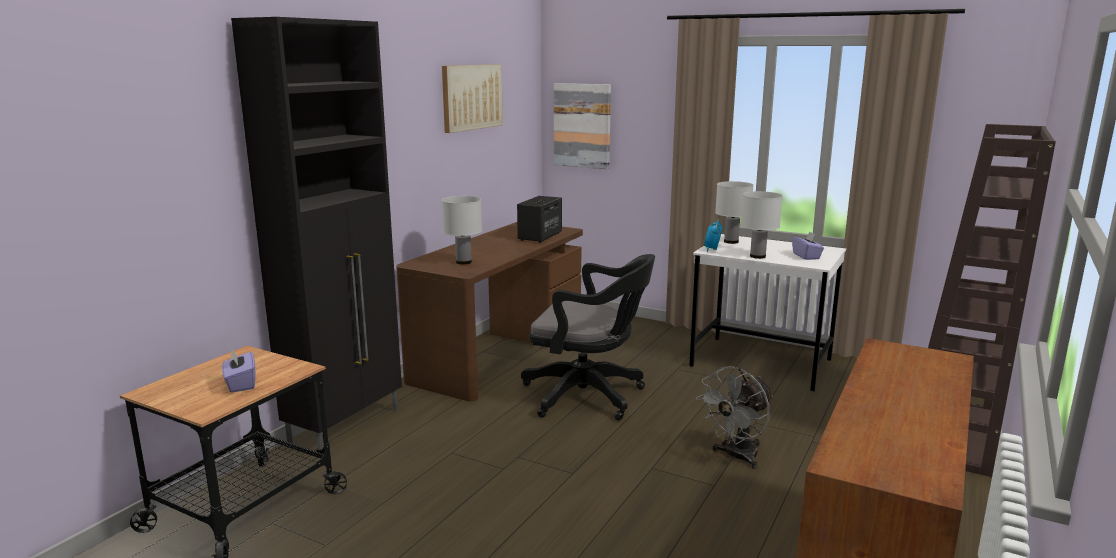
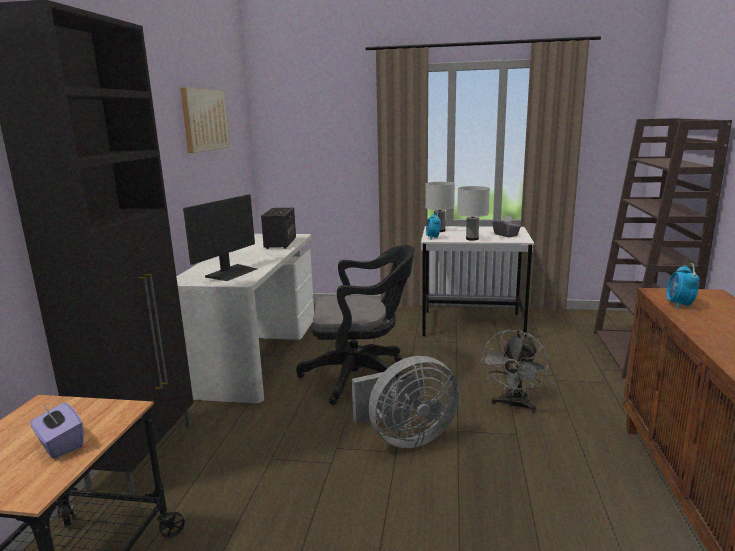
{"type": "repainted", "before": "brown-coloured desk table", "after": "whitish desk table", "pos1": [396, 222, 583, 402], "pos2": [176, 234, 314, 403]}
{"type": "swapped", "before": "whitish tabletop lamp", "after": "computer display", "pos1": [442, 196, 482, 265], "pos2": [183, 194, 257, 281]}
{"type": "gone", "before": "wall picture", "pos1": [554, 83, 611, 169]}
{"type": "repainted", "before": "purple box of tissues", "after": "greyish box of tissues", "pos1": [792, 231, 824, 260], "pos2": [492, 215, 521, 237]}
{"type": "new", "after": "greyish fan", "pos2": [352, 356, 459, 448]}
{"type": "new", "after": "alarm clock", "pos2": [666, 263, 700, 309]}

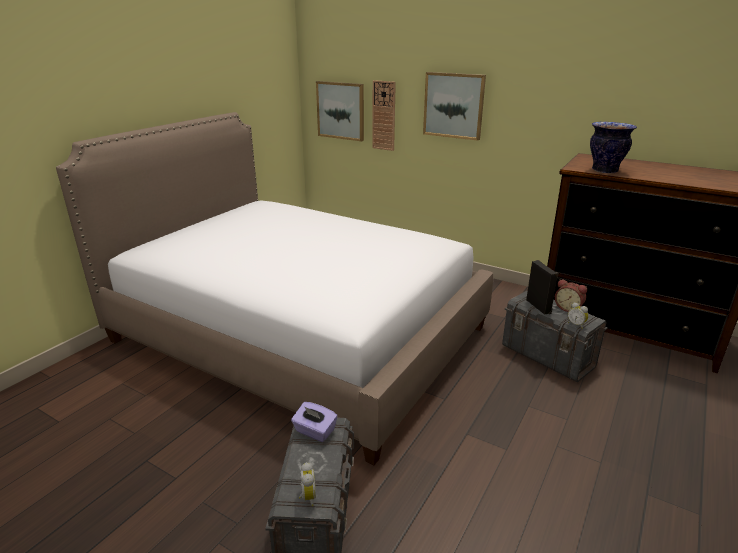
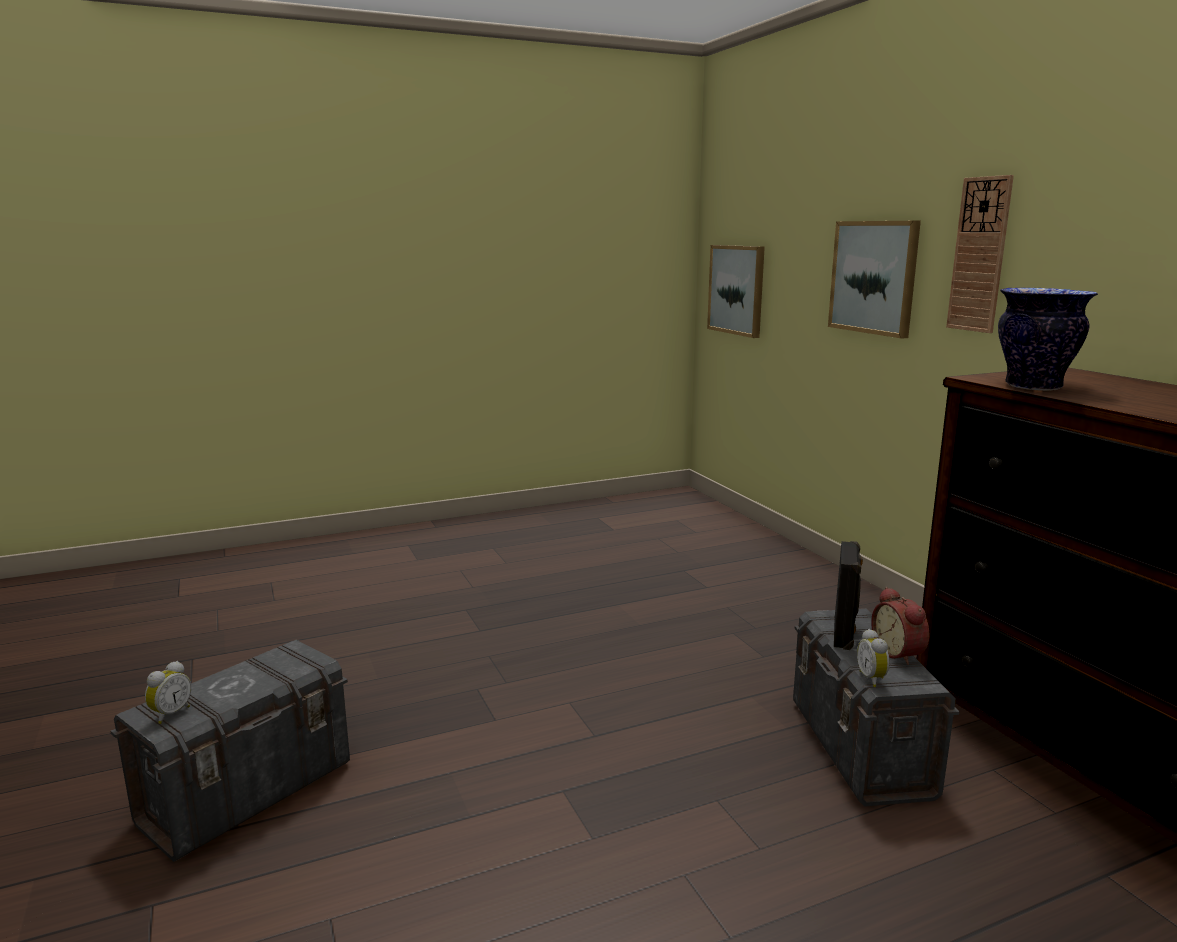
{"type": "gone", "before": "bedroom bed", "pos1": [56, 112, 493, 465]}
{"type": "gone", "before": "purple box of tissues", "pos1": [291, 402, 338, 442]}
{"type": "shifted", "before": "hanging clock", "pos1": [372, 80, 396, 151], "pos2": [946, 175, 1014, 333]}

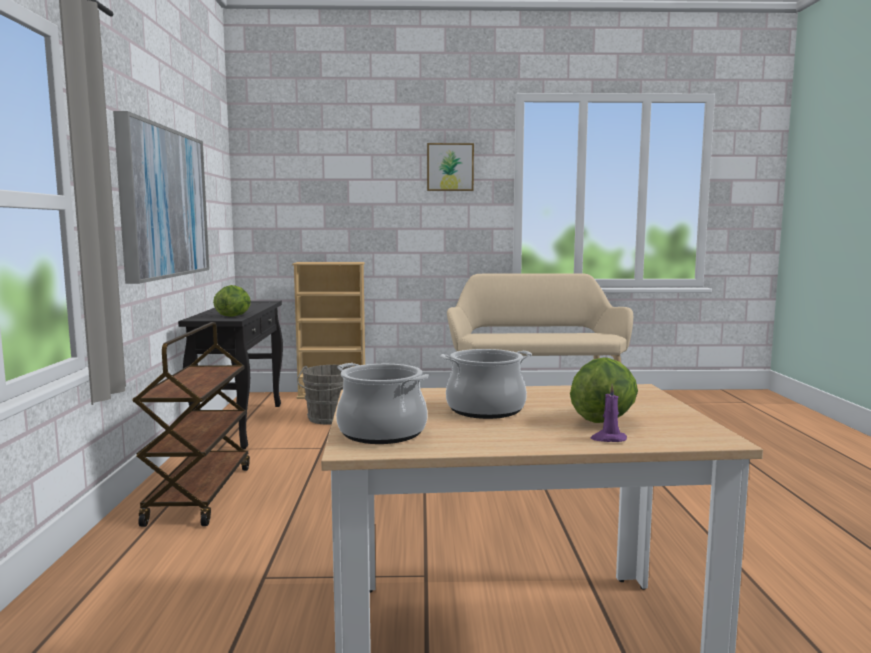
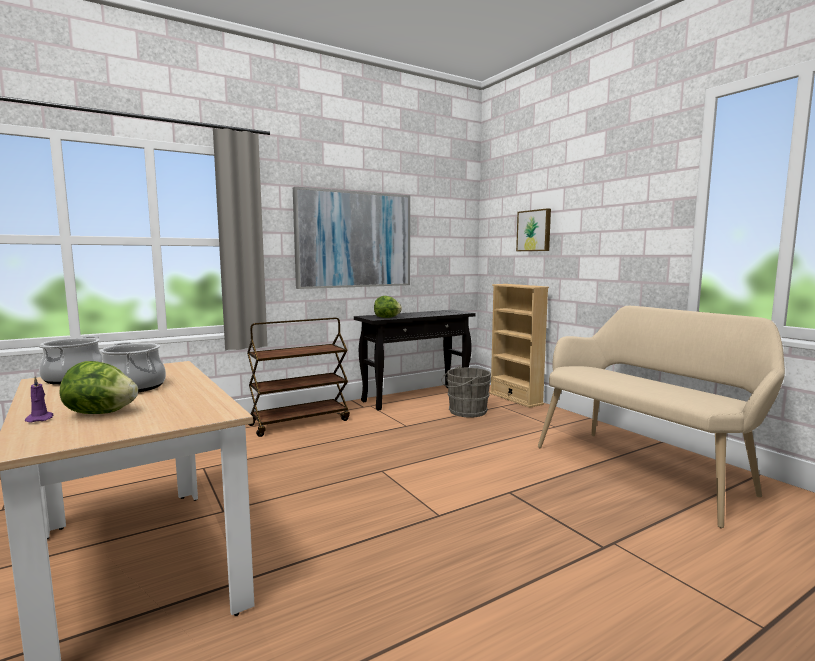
{"type": "shifted", "before": "wall picture", "pos1": [427, 143, 474, 191], "pos2": [516, 208, 551, 251]}

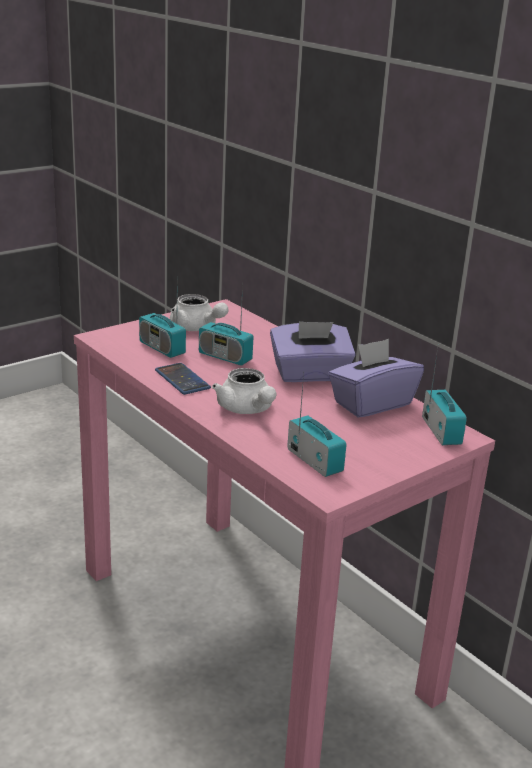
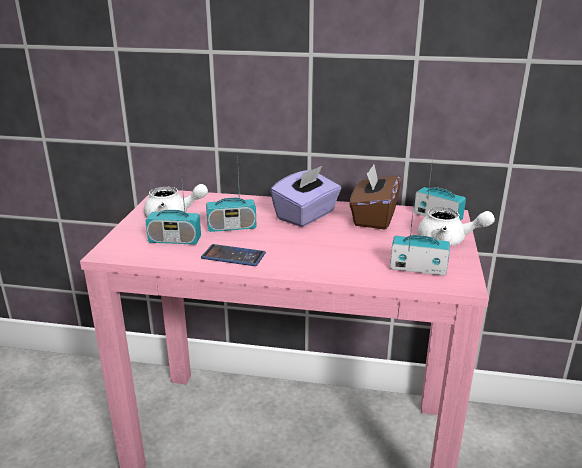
{"type": "shifted", "before": "whitish pot for tea", "pos1": [212, 368, 276, 414], "pos2": [417, 207, 495, 246]}
{"type": "repainted", "before": "purple box of tissues", "after": "brown-coloured box of tissues", "pos1": [328, 339, 424, 418], "pos2": [349, 164, 401, 229]}

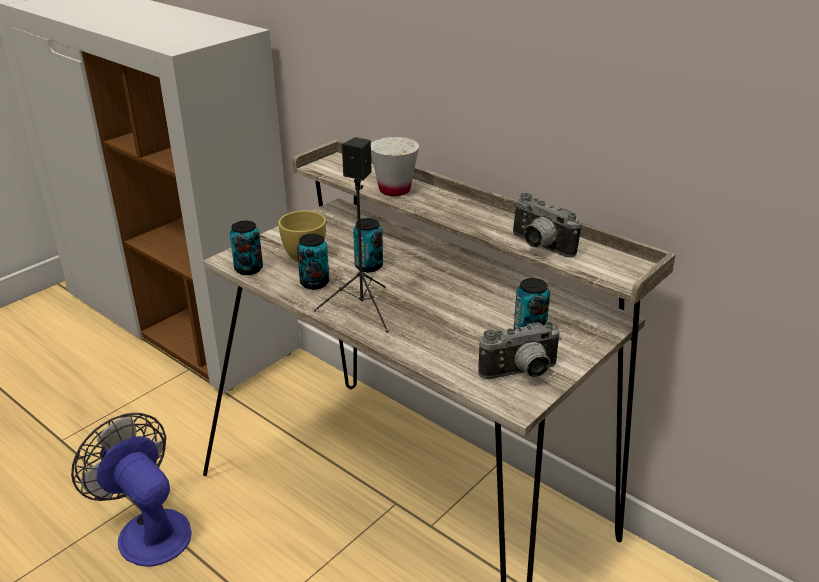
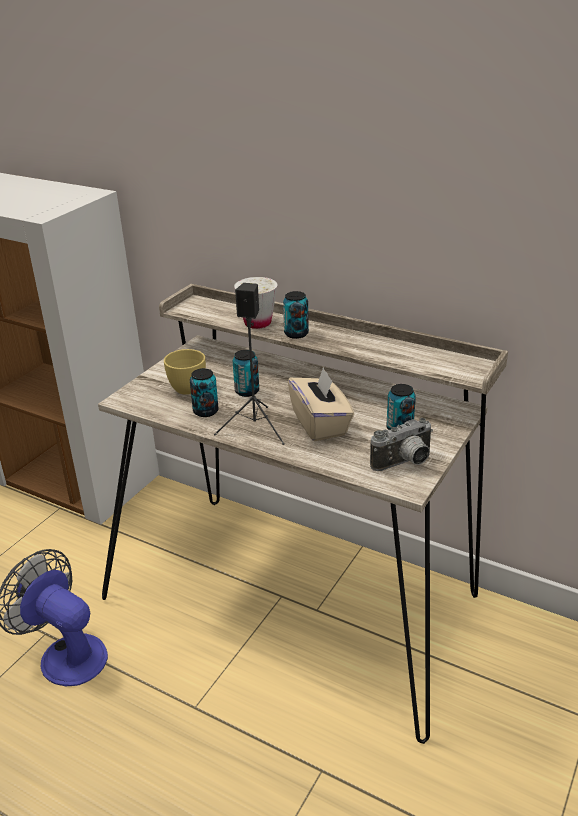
{"type": "shifted", "before": "sealed can", "pos1": [230, 221, 263, 275], "pos2": [283, 291, 309, 339]}
{"type": "gone", "before": "still camera", "pos1": [513, 193, 582, 257]}
{"type": "new", "after": "sand-coloured box of tissues", "pos2": [288, 367, 354, 441]}

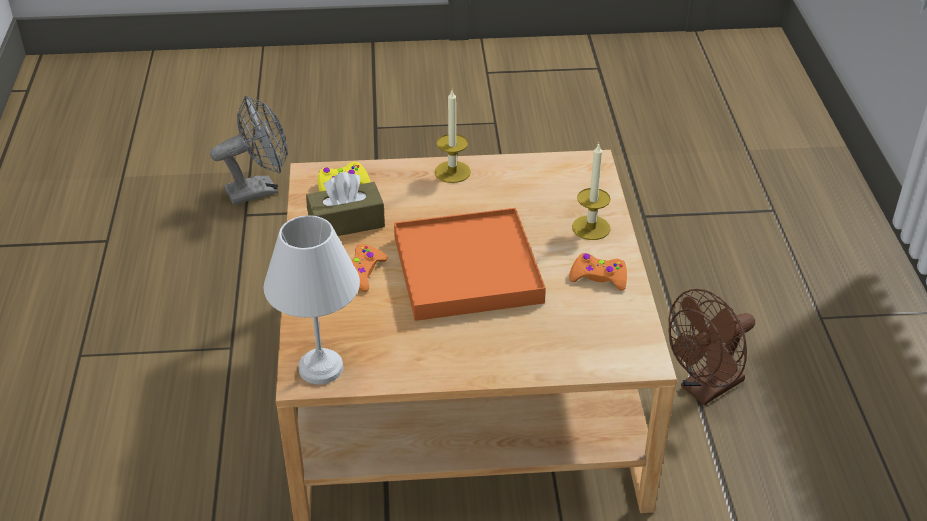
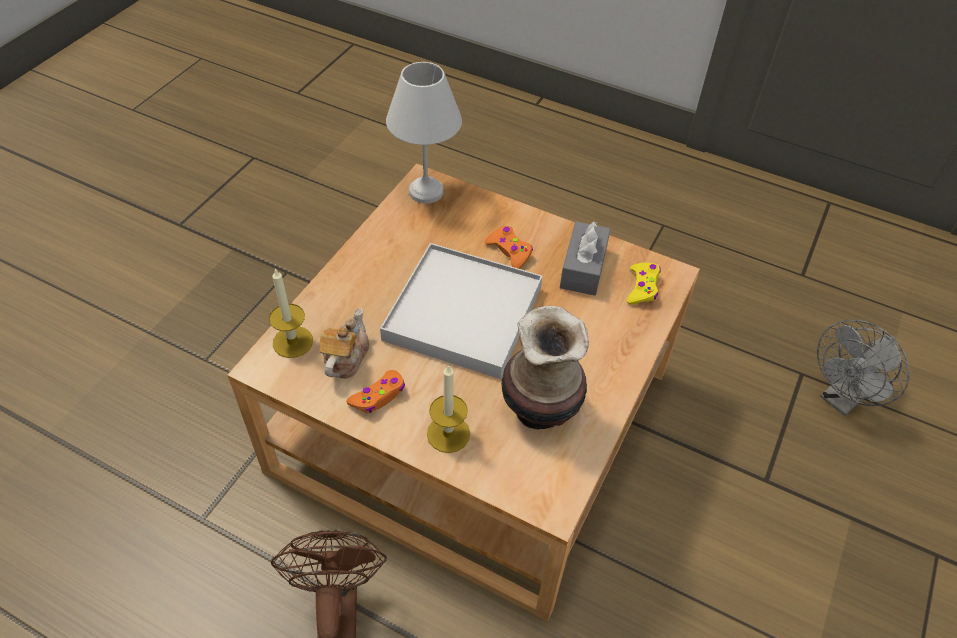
{"type": "rotated", "before": "greyish fan", "pos1": [210, 96, 288, 205], "pos2": [817, 319, 910, 416], "turn": 45}
{"type": "repainted", "before": "brown-coloured box of tissues", "after": "greyish box of tissues", "pos1": [306, 172, 385, 236], "pos2": [560, 221, 611, 296]}
{"type": "repainted", "before": "orange tray", "after": "whitish tray", "pos1": [394, 208, 546, 321], "pos2": [380, 243, 542, 379]}
{"type": "shifted", "before": "wax light", "pos1": [434, 90, 471, 183], "pos2": [269, 268, 313, 358]}
{"type": "new", "after": "pot for tea", "pos2": [320, 308, 369, 379]}
{"type": "new", "after": "vase", "pos2": [501, 306, 589, 430]}

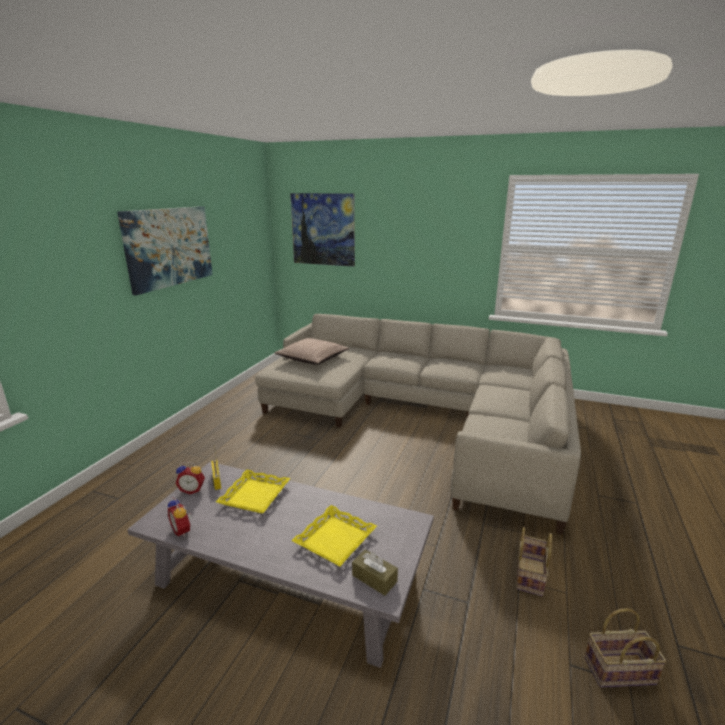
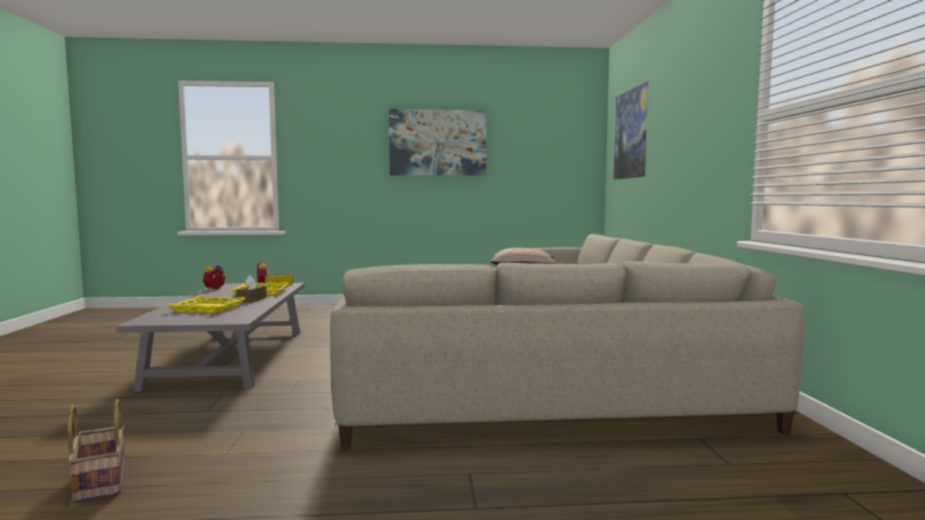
{"type": "shifted", "before": "brown-coloured box of tissues", "pos1": [352, 550, 398, 596], "pos2": [236, 276, 267, 303]}
{"type": "gone", "before": "basket", "pos1": [516, 527, 552, 597]}

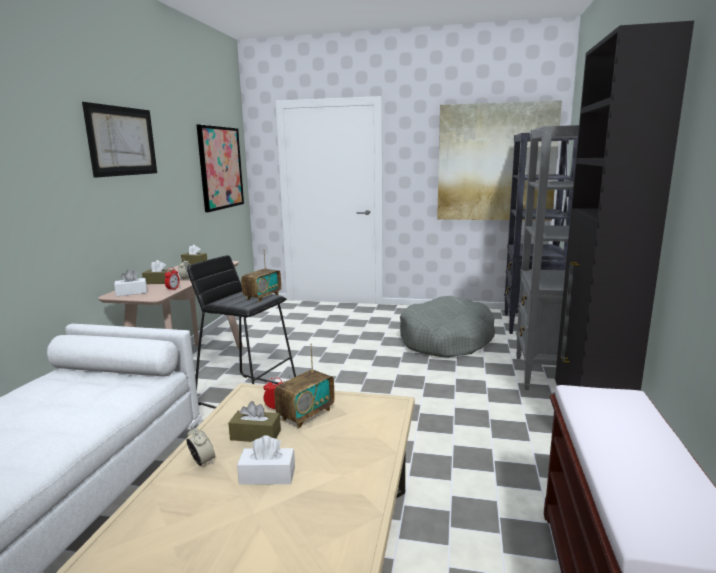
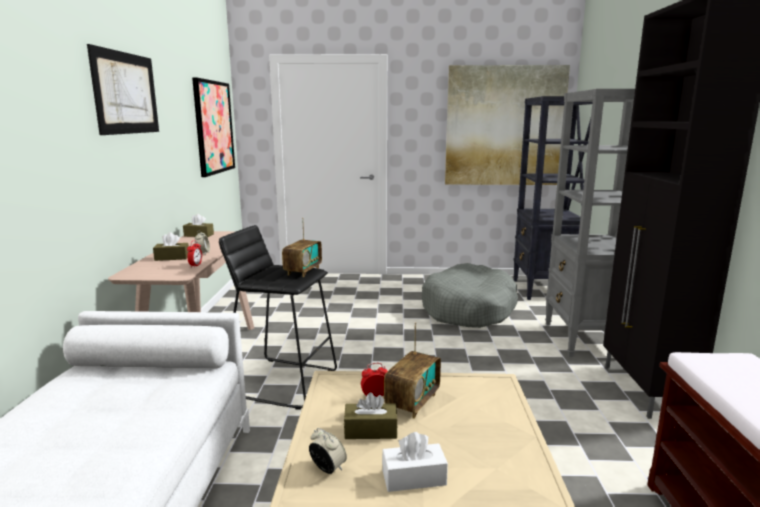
{"type": "gone", "before": "whitish box of tissues", "pos1": [114, 270, 147, 297]}

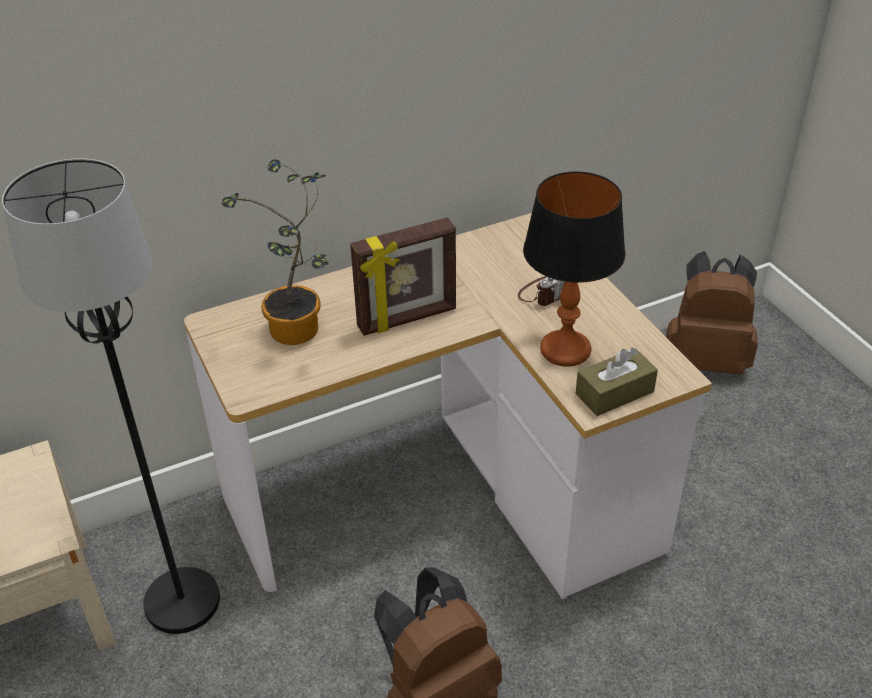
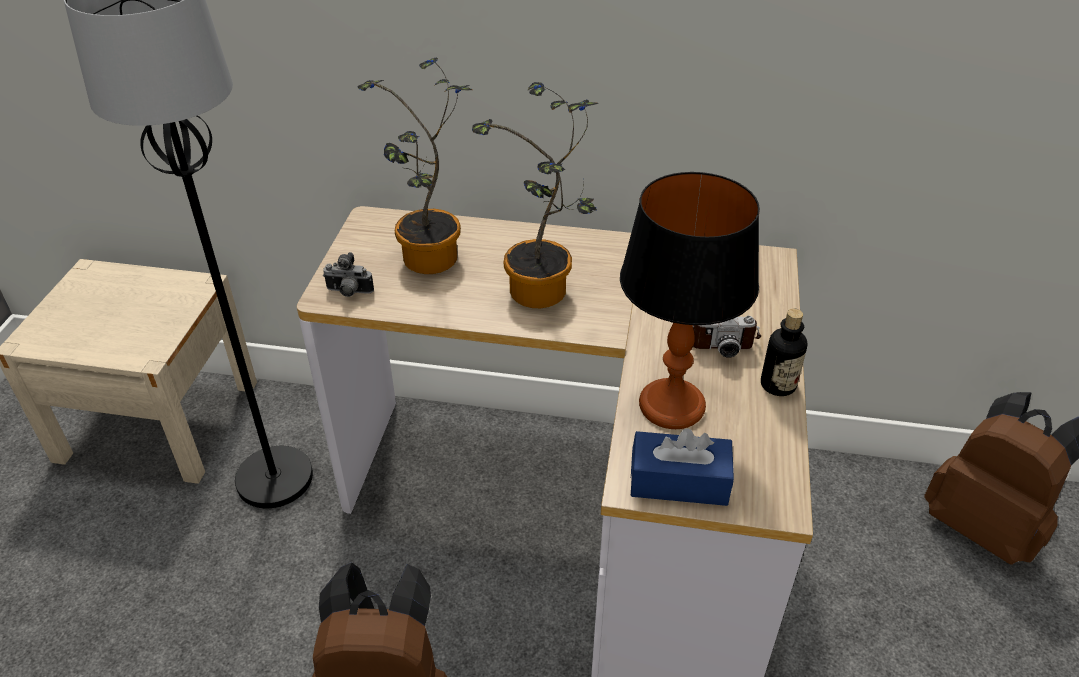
{"type": "swapped", "before": "standing frame", "after": "potted plant", "pos1": [350, 217, 456, 336], "pos2": [472, 82, 598, 308]}
{"type": "repainted", "before": "brown-coloured box of tissues", "after": "bluish box of tissues", "pos1": [575, 348, 658, 416], "pos2": [631, 428, 734, 506]}
{"type": "new", "after": "still camera", "pos2": [323, 252, 374, 297]}
{"type": "new", "after": "bottle", "pos2": [761, 308, 808, 396]}

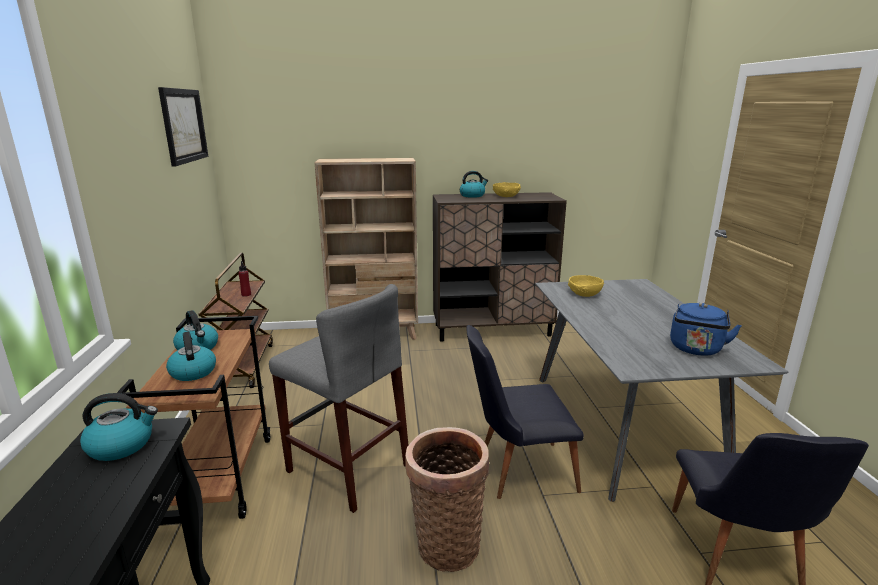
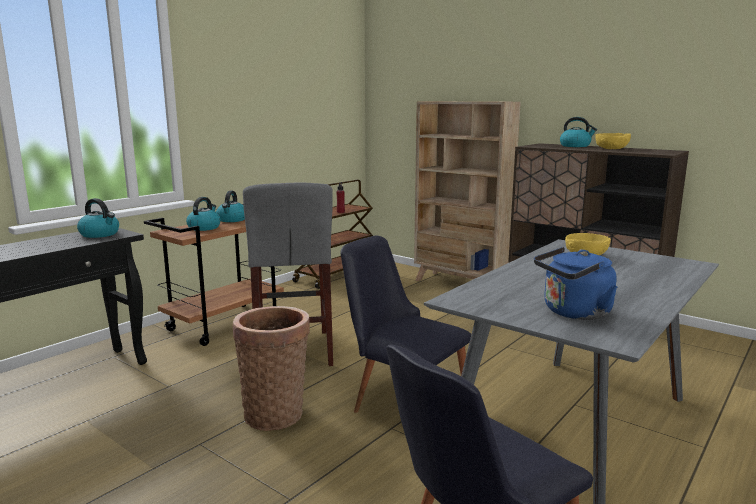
{"type": "gone", "before": "wall picture", "pos1": [158, 87, 208, 167]}

